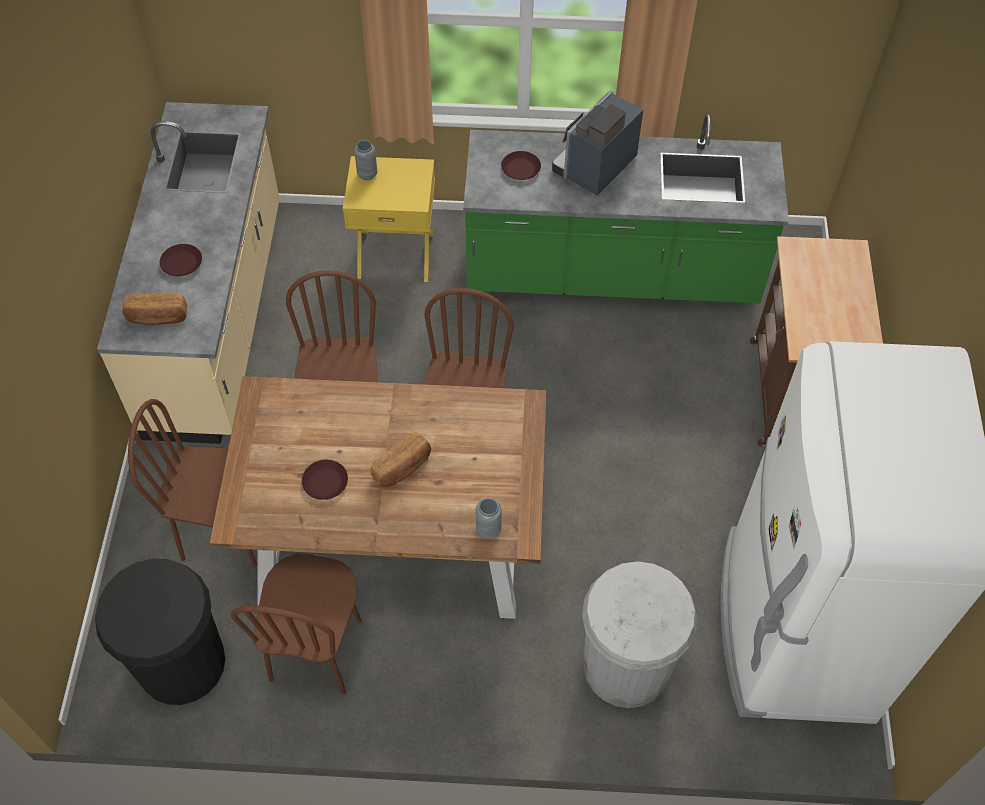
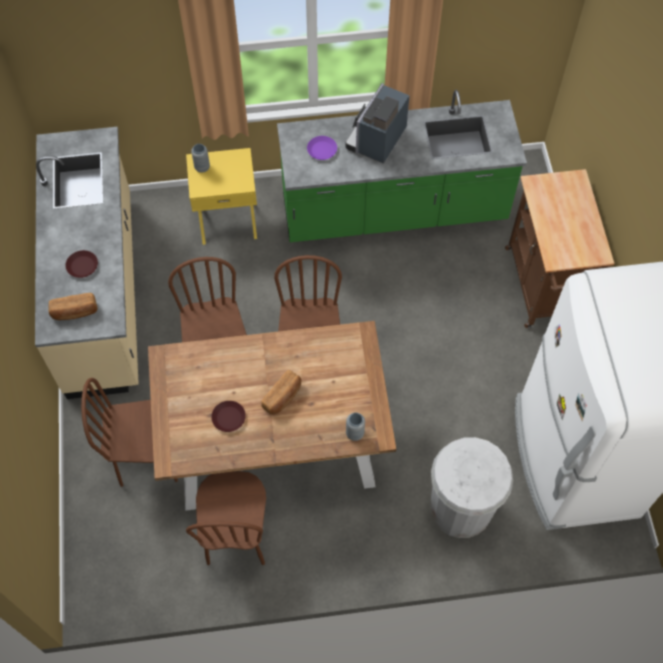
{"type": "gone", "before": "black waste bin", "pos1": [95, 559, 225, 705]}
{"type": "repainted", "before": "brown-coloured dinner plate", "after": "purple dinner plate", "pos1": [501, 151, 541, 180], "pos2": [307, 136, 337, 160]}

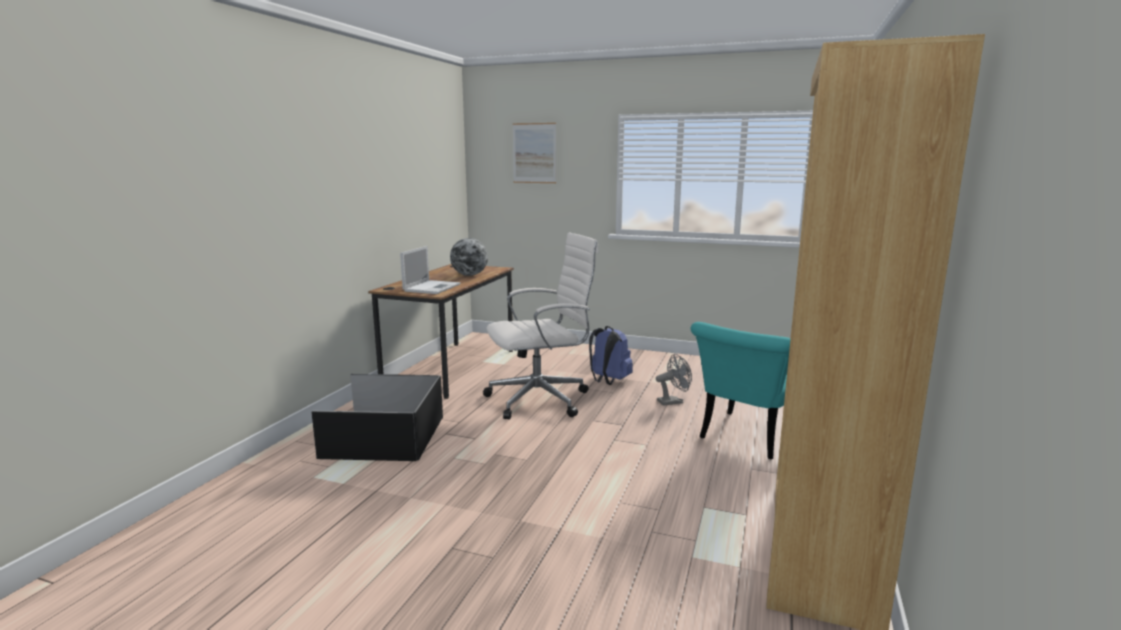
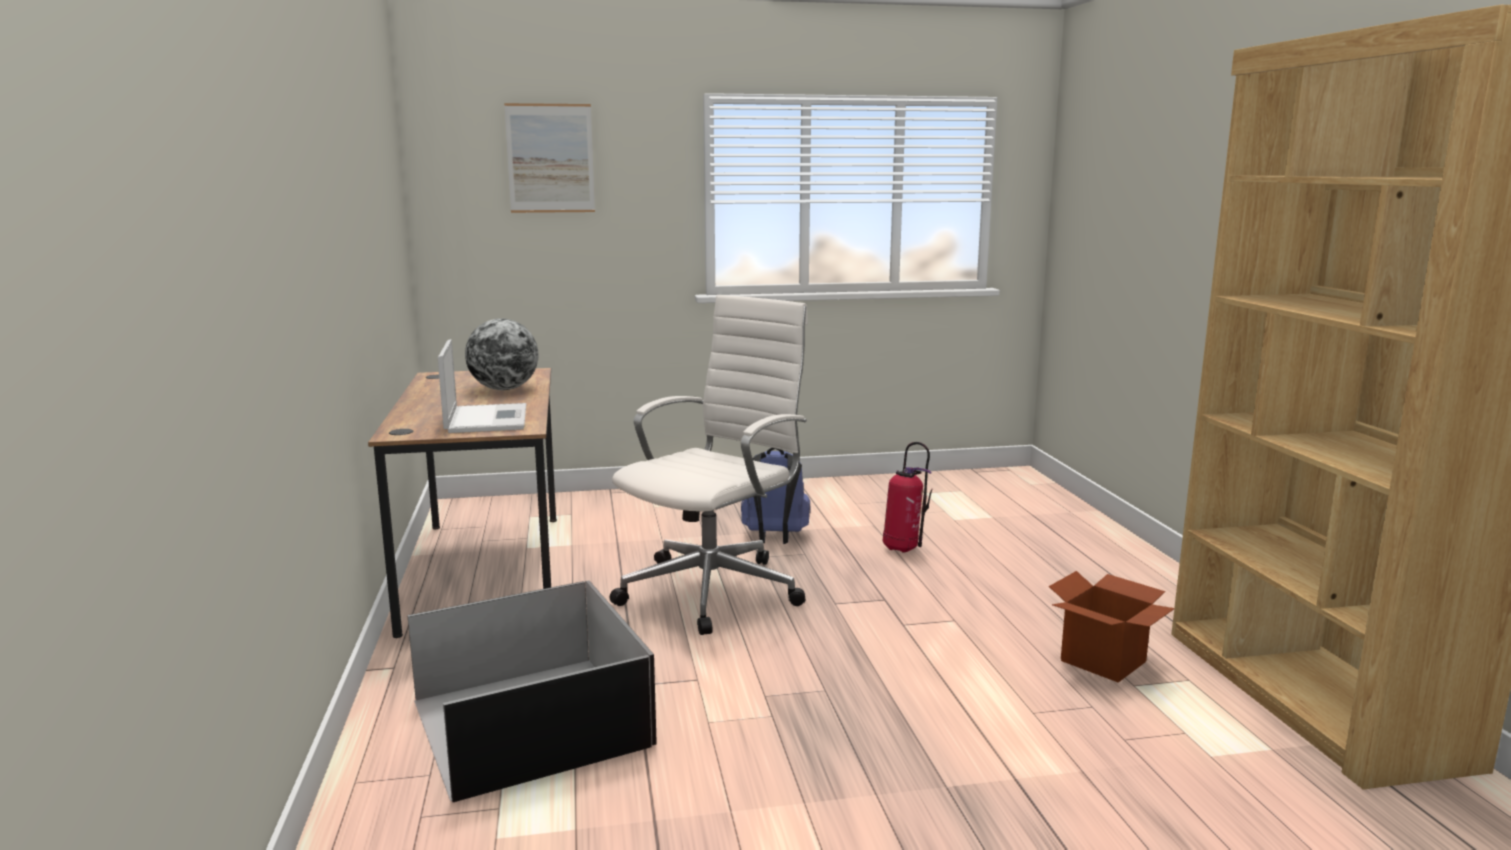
{"type": "swapped", "before": "greyish fan", "after": "fire-fighting cylinder", "pos1": [656, 354, 692, 406], "pos2": [883, 442, 932, 553]}
{"type": "gone", "before": "turquoise-coloured plain chair", "pos1": [691, 322, 791, 459]}
{"type": "new", "after": "packing box", "pos2": [1049, 571, 1175, 683]}

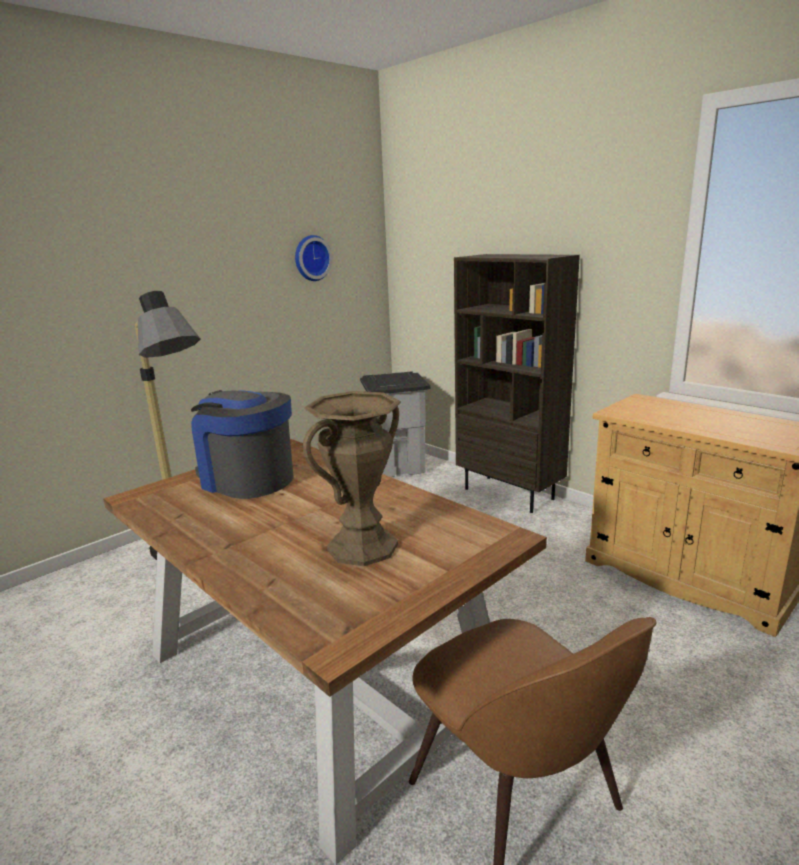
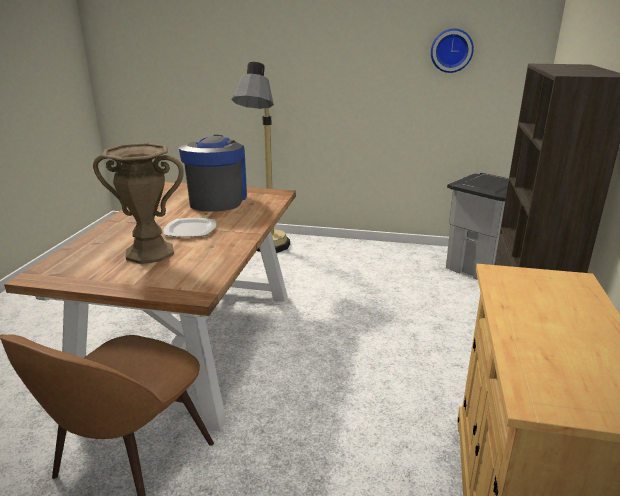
{"type": "new", "after": "dinner plate", "pos2": [163, 218, 216, 237]}

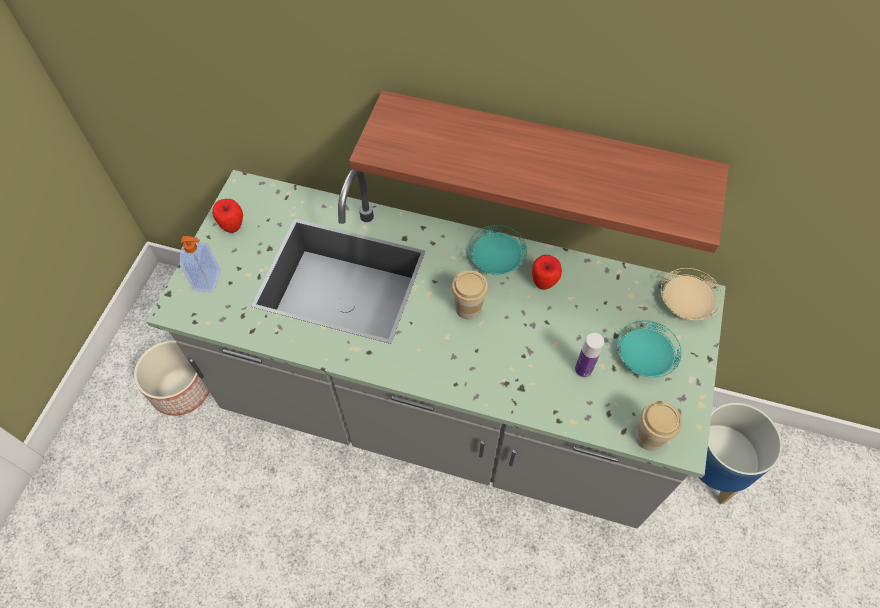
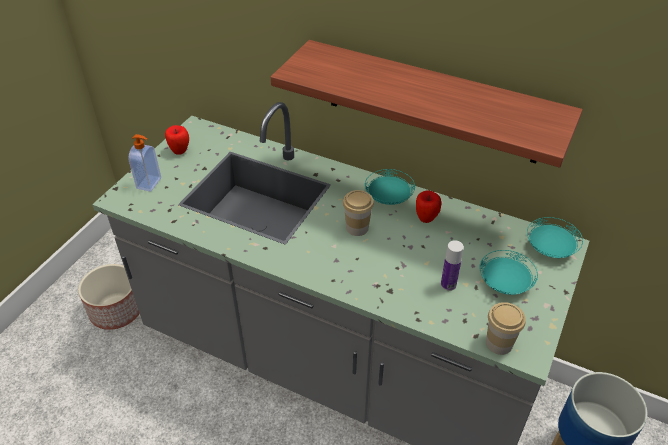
{"type": "repainted", "before": "sand-coloured dinner plate", "after": "turquoise-coloured dinner plate", "pos1": [661, 268, 723, 320], "pos2": [527, 217, 583, 258]}

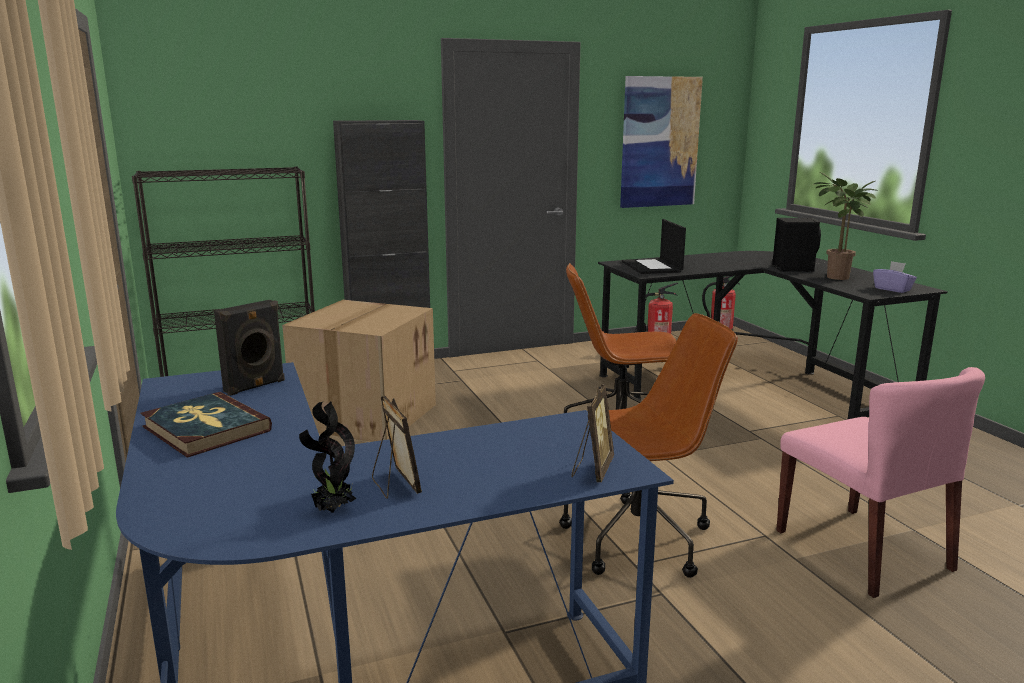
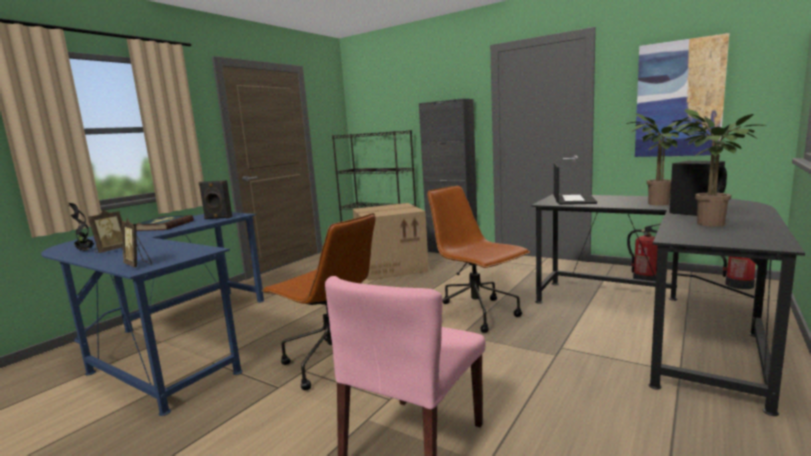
{"type": "rotated", "before": "standing frame", "pos1": [571, 384, 614, 482], "pos2": [122, 218, 152, 267], "turn": 60}
{"type": "rotated", "before": "portable computer", "pos1": [622, 219, 686, 274], "pos2": [554, 163, 597, 205], "turn": 150}
{"type": "gone", "before": "purple box of tissues", "pos1": [873, 261, 917, 293]}
{"type": "new", "after": "potted plant", "pos2": [626, 114, 690, 206]}

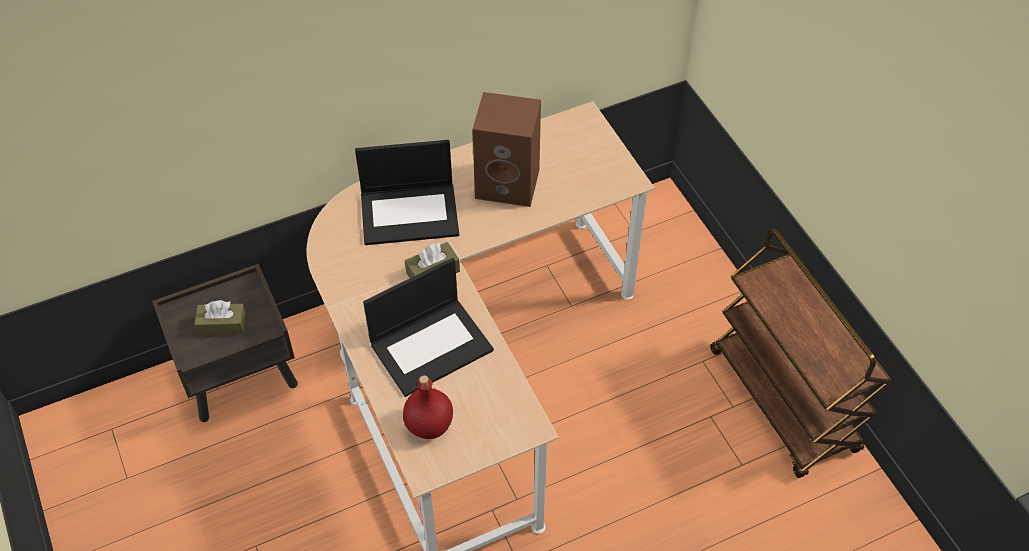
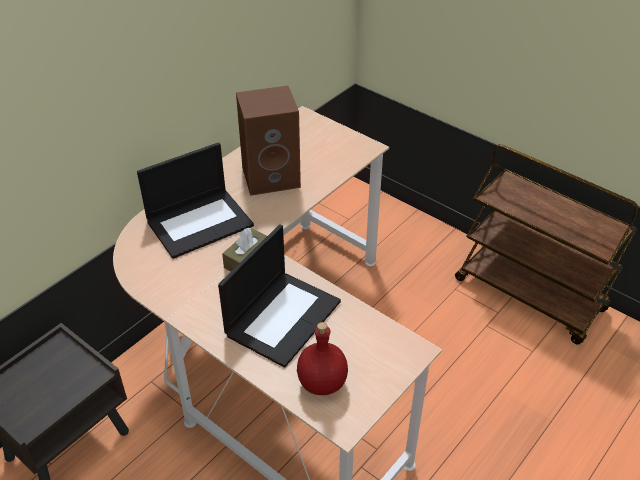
{"type": "gone", "before": "brown-coloured box of tissues", "pos1": [194, 300, 247, 336]}

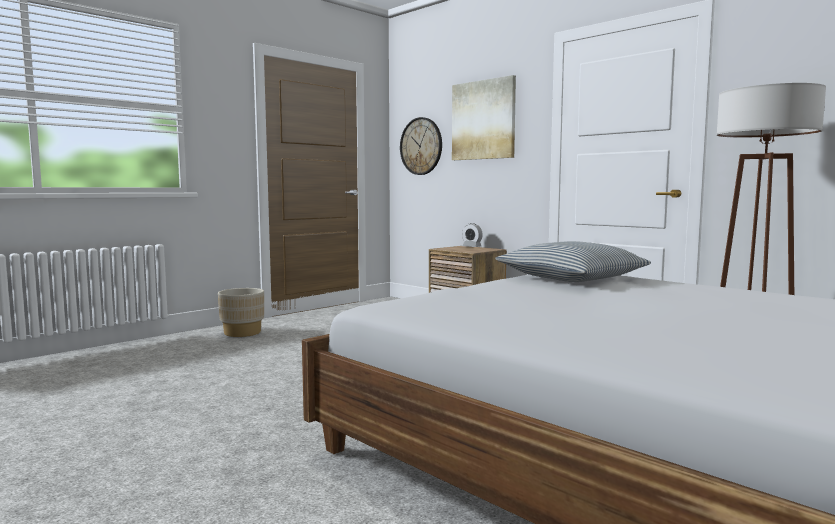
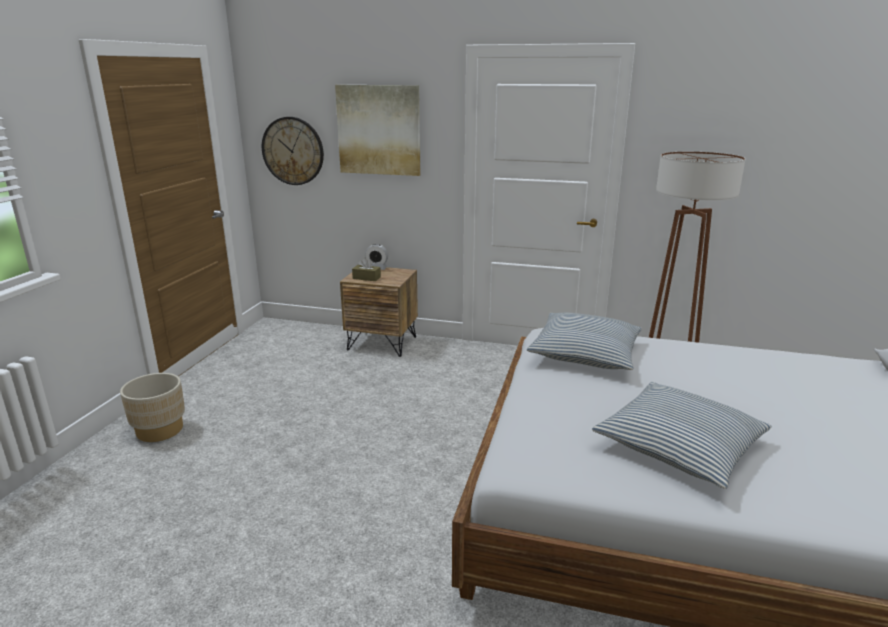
{"type": "new", "after": "brown-coloured box of tissues", "pos2": [352, 258, 381, 281]}
{"type": "new", "after": "throw pillow", "pos2": [592, 382, 772, 489]}

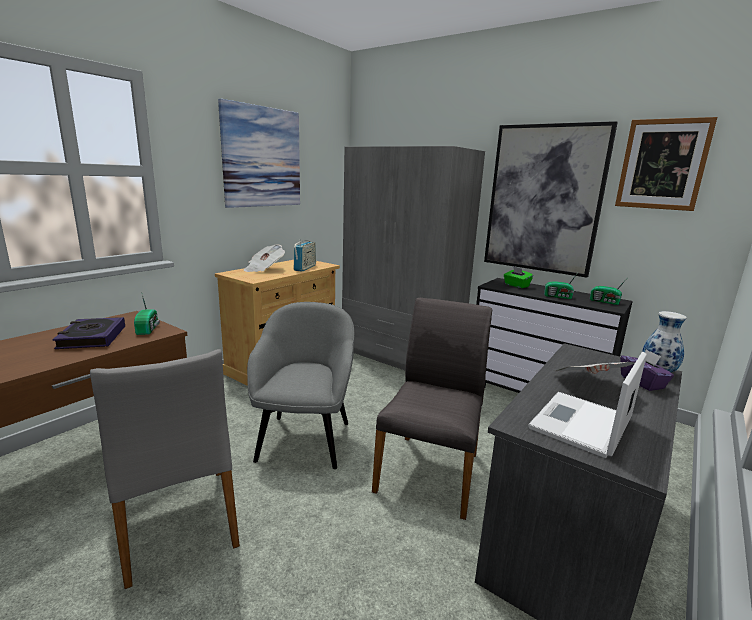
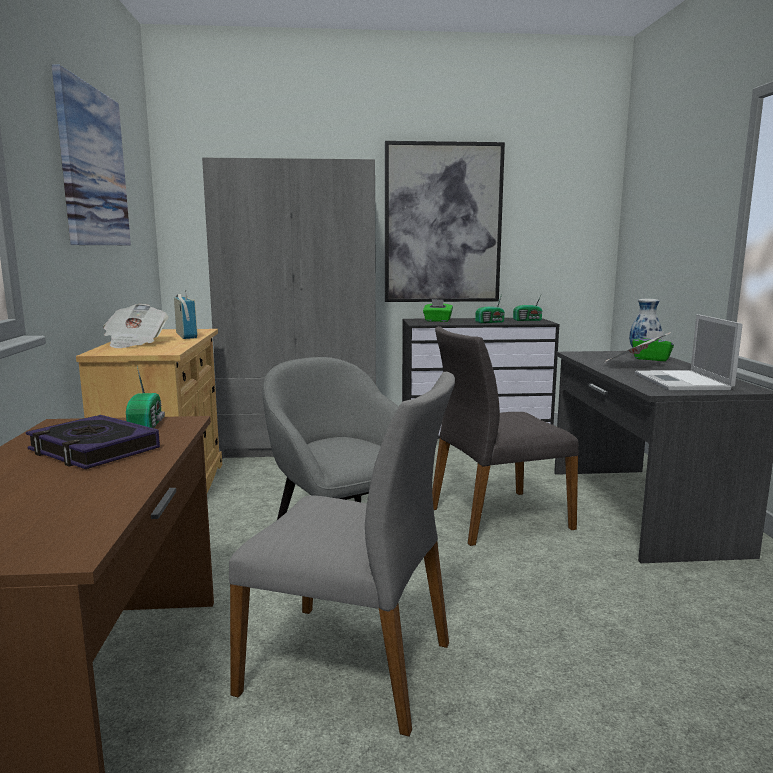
{"type": "rotated", "before": "radio receiver", "pos1": [134, 295, 160, 335], "pos2": [126, 366, 165, 428], "turn": 45}
{"type": "rotated", "before": "greyish plain chair", "pos1": [372, 298, 492, 520], "pos2": [432, 326, 579, 546], "turn": -90}
{"type": "gone", "before": "wall picture", "pos1": [615, 117, 717, 211]}
{"type": "repainted", "before": "purple box of tissues", "after": "green-coloured box of tissues", "pos1": [620, 349, 674, 391], "pos2": [632, 330, 674, 361]}

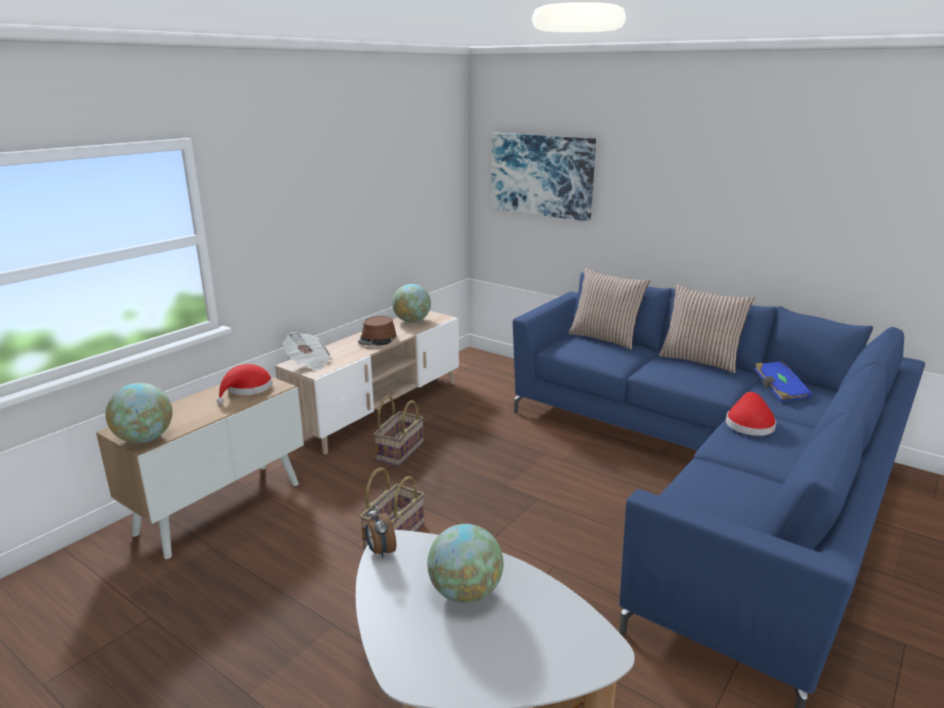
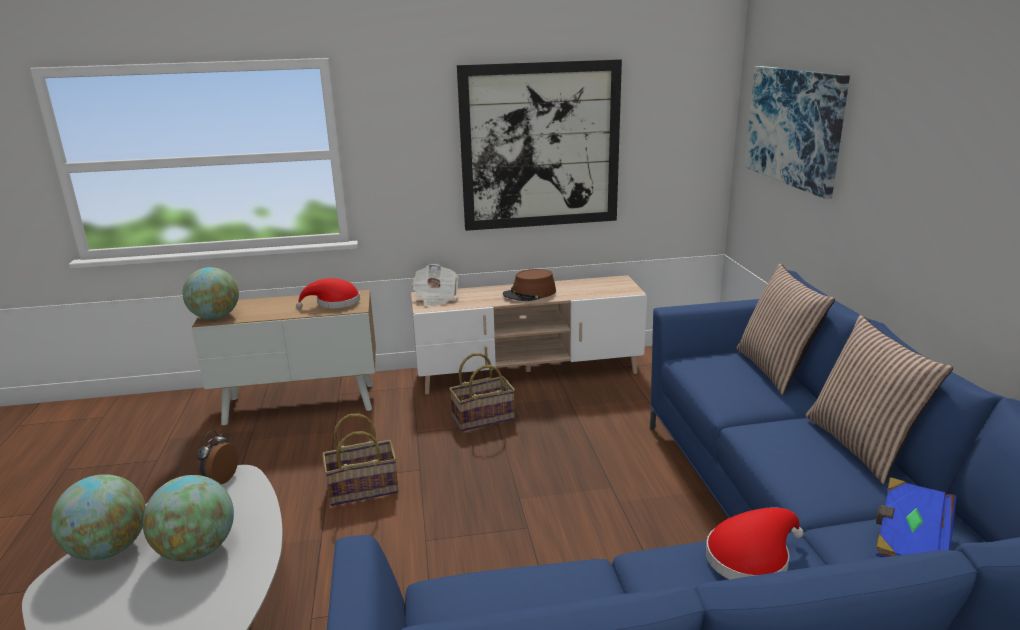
{"type": "shifted", "before": "desk globe", "pos1": [392, 284, 431, 323], "pos2": [51, 474, 146, 560]}
{"type": "new", "after": "wall picture", "pos2": [457, 59, 622, 231]}

